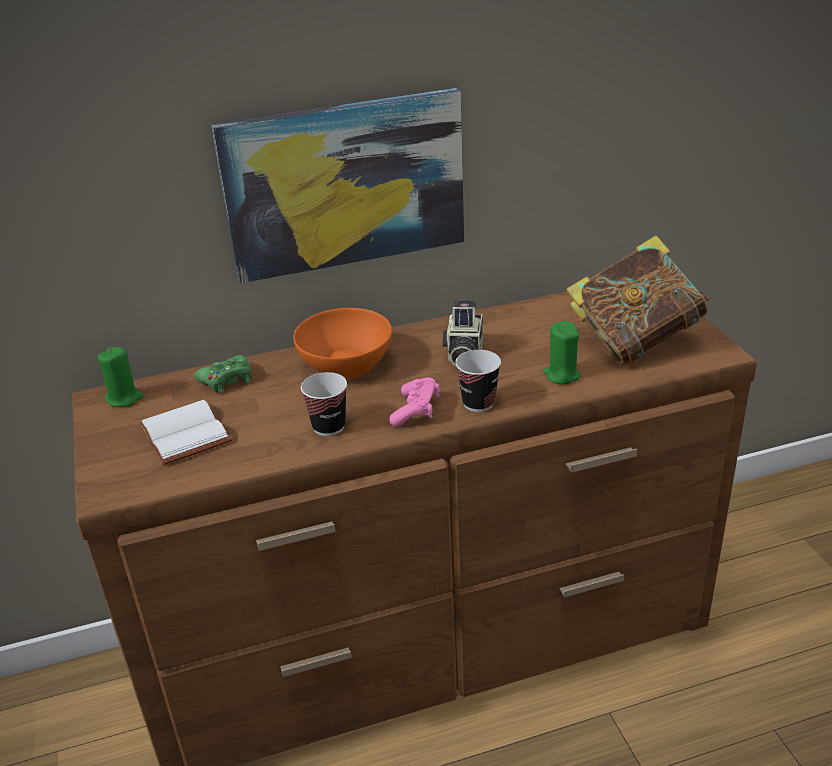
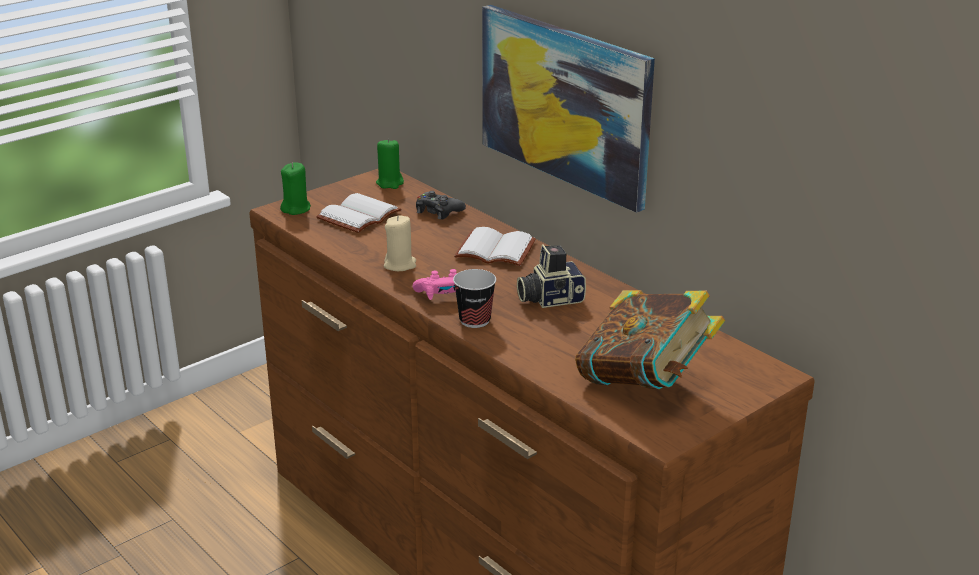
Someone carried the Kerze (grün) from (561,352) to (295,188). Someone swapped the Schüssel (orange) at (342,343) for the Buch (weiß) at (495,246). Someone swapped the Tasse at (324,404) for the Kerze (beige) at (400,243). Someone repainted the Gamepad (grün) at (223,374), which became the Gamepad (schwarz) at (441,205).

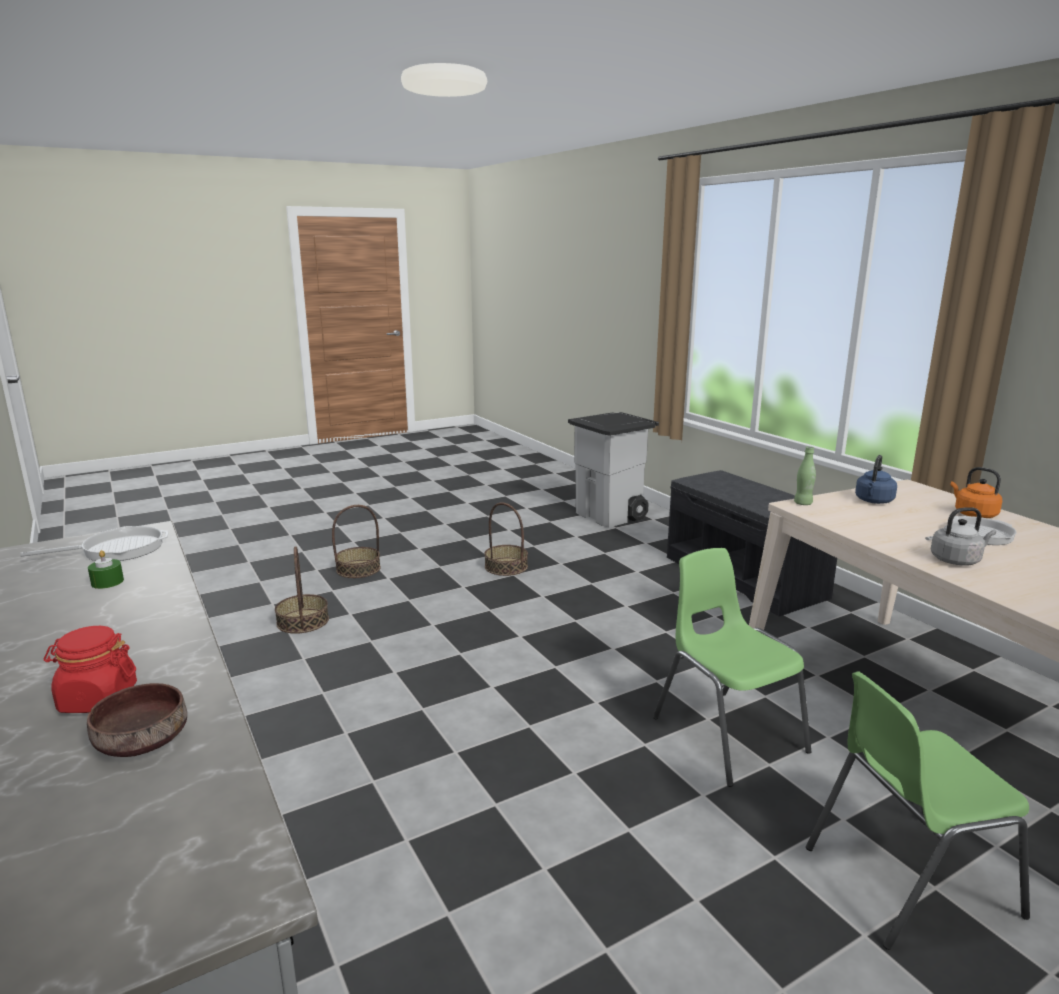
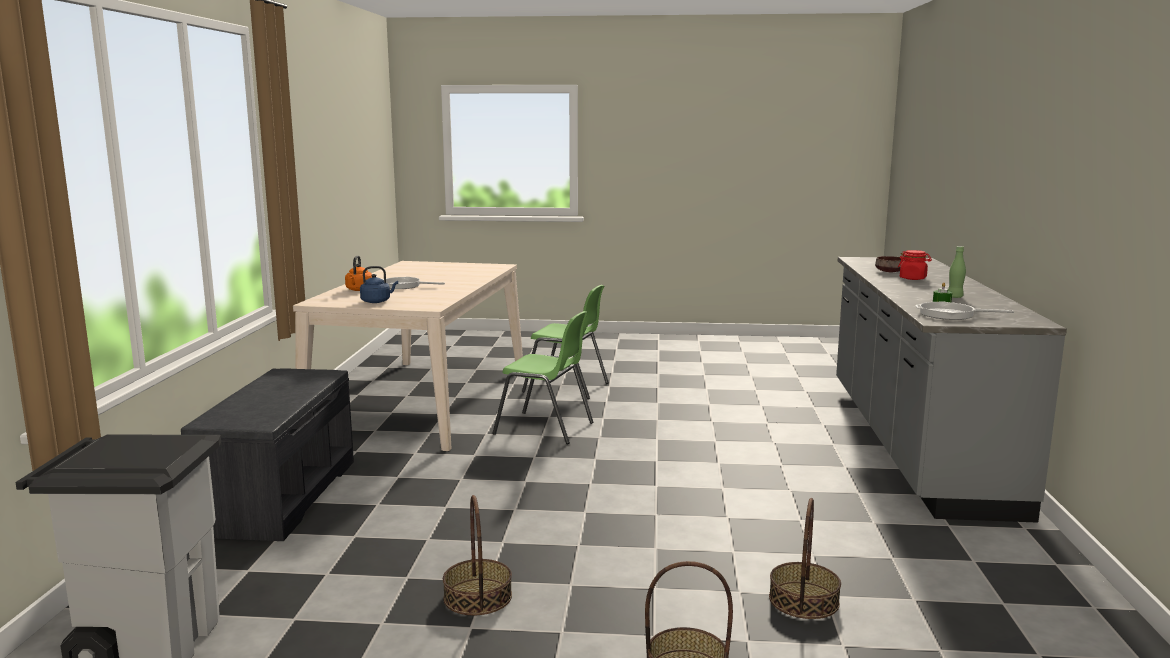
Someone took away the Wasserkessel (grau) at (963,536). Someone carried the Flasche (grün) from (805,475) to (957,272). Someone rotated the Stuhl (grün) at (732,667) by 75 degrees counterclockwise.

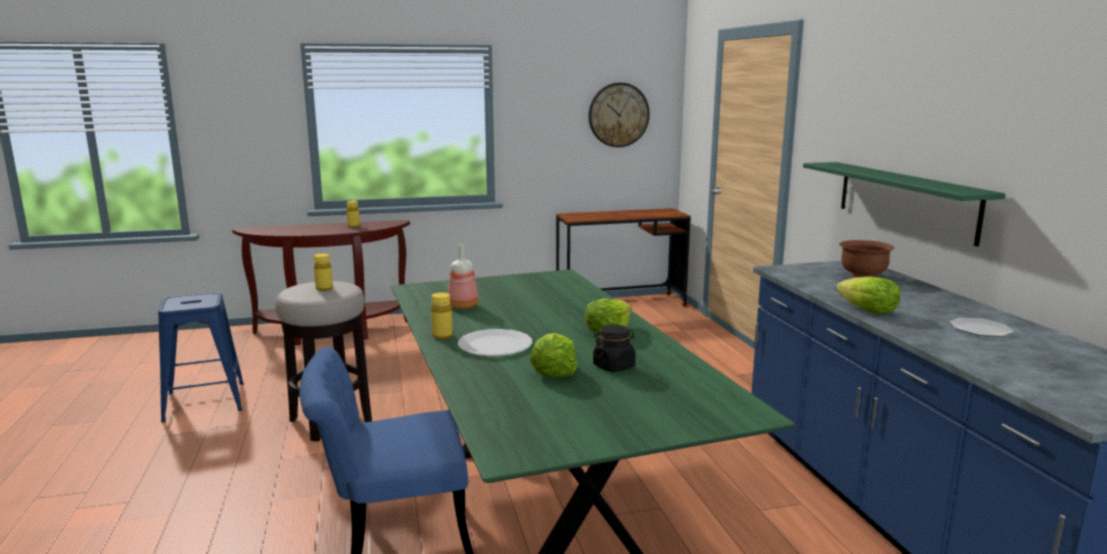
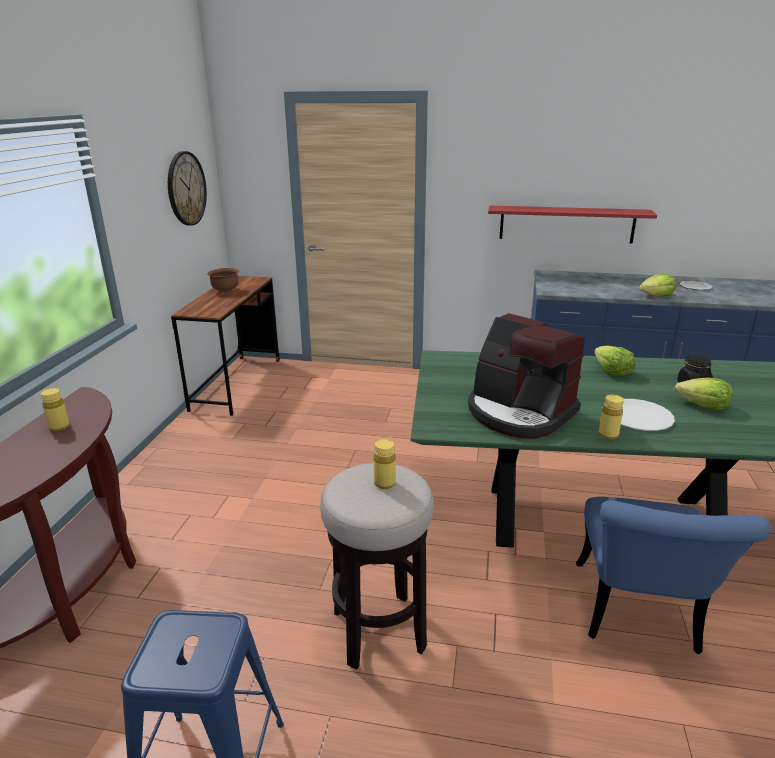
Someone carried the Schüssel (braun) from (866,259) to (223,280). Someone swapped the Flasche at (463,276) for the Kaffeemaschine at (526,376). Someone repainted the Wandregal (grün) at (904,204), which became the Wandregal (rot) at (572,224).

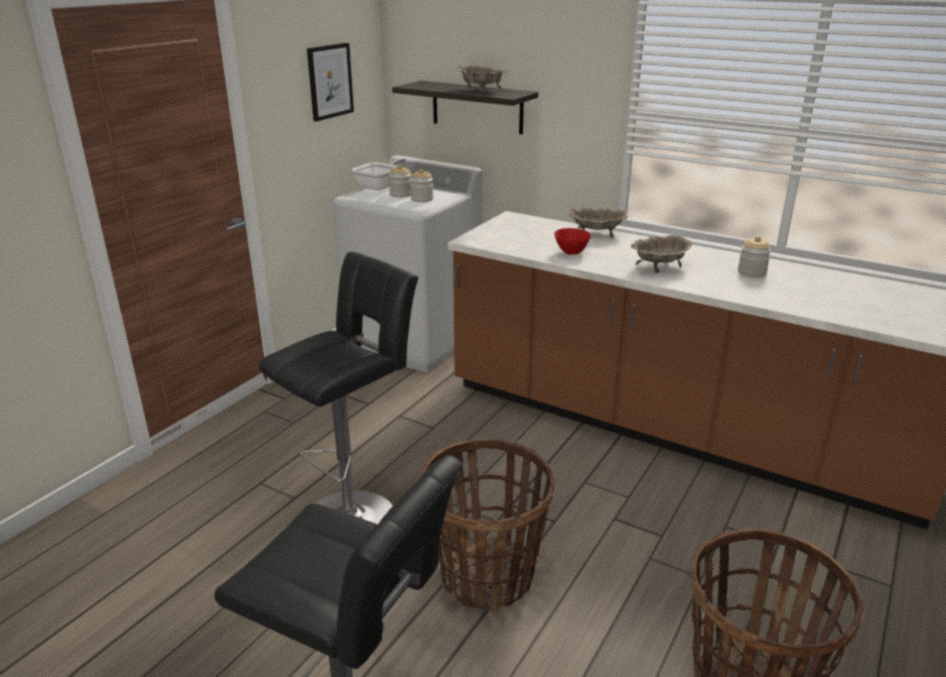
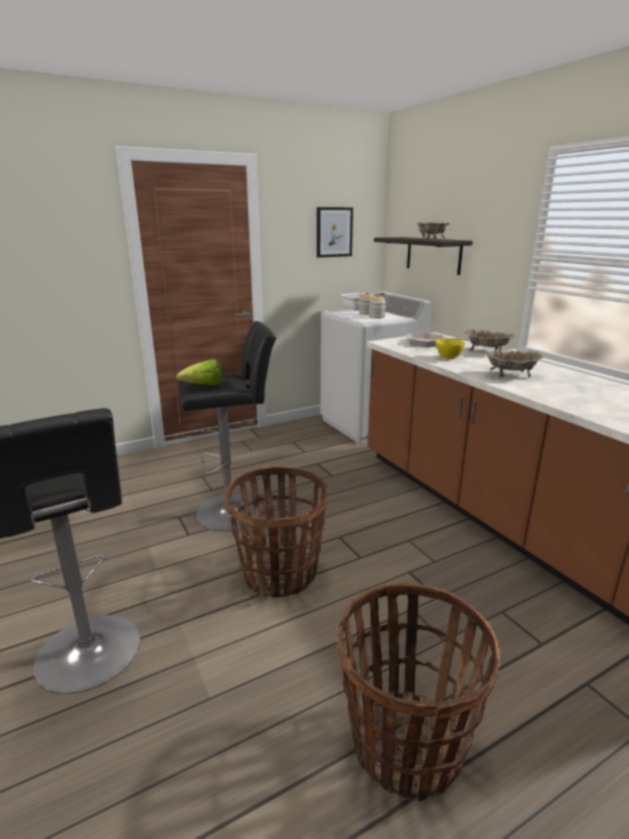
Someone took away the Vorratsglas at (754,256). Someone put down the Salatkopf at (199,372). Someone put down the Pfanne at (438,339). Someone repainted the Schüssel (rot) at (572,241), which became the Schüssel (gelb) at (450,348).

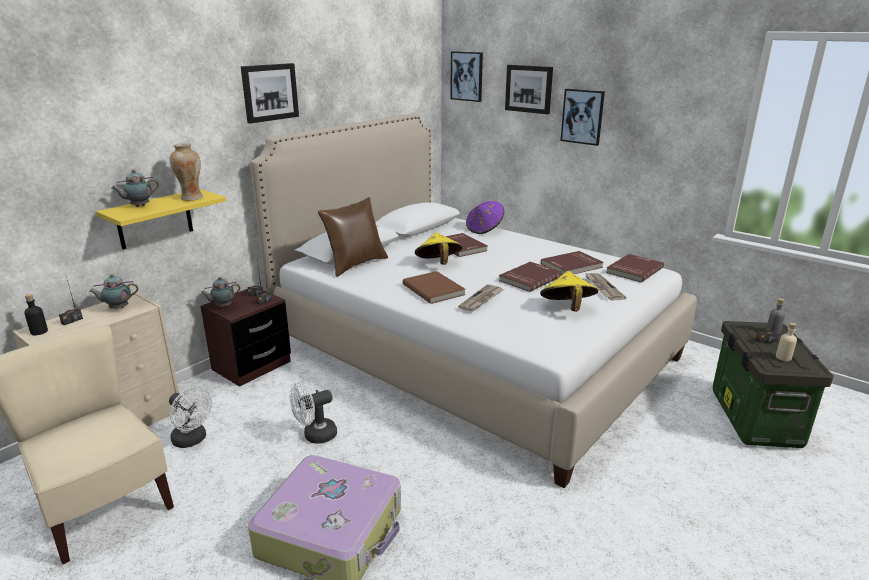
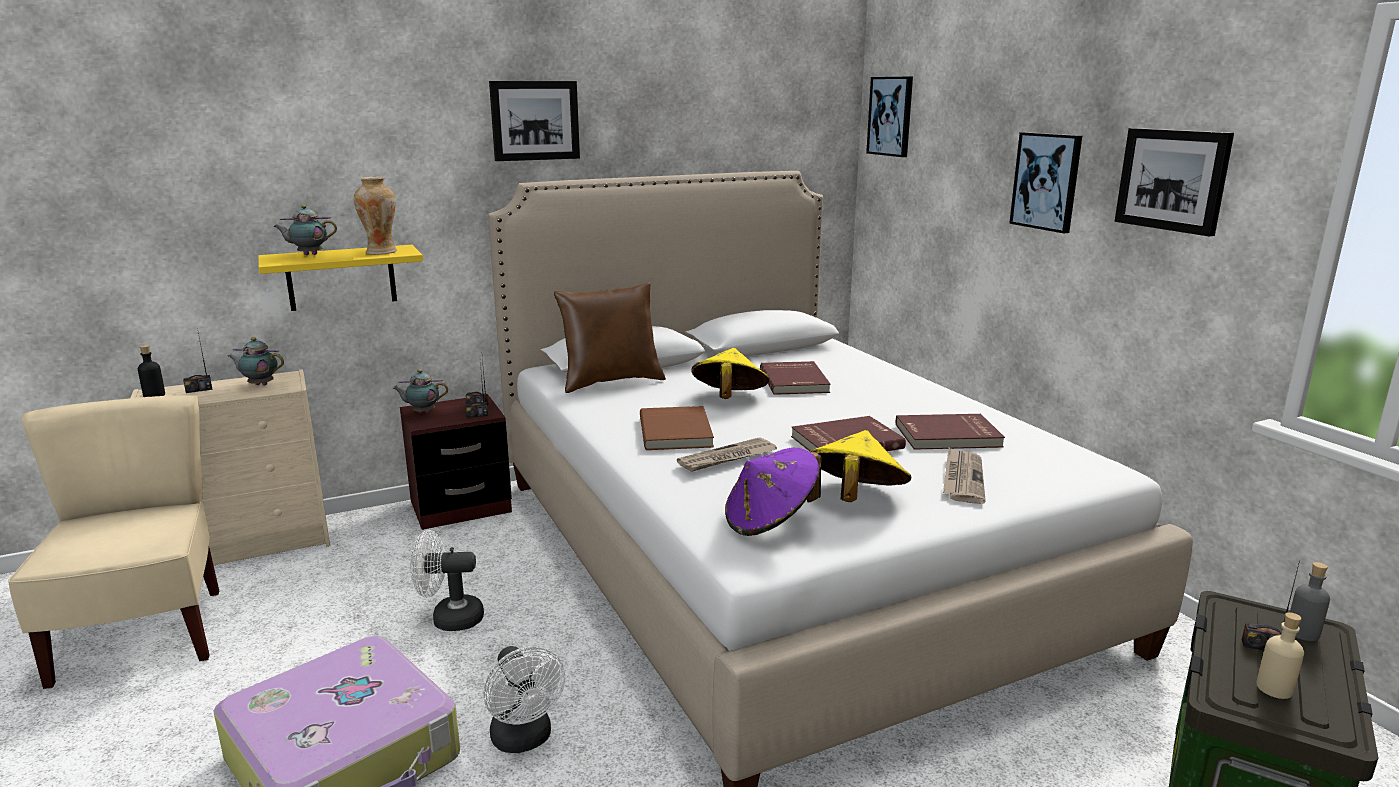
Someone took away the Buch (rot) at (635,268). Someone carried the Ventilator (weiß) from (190,417) to (524,699). Someone carried the Hut (lila) from (485,217) to (773,492). Someone carried the Bild from (529,89) to (1174,182).

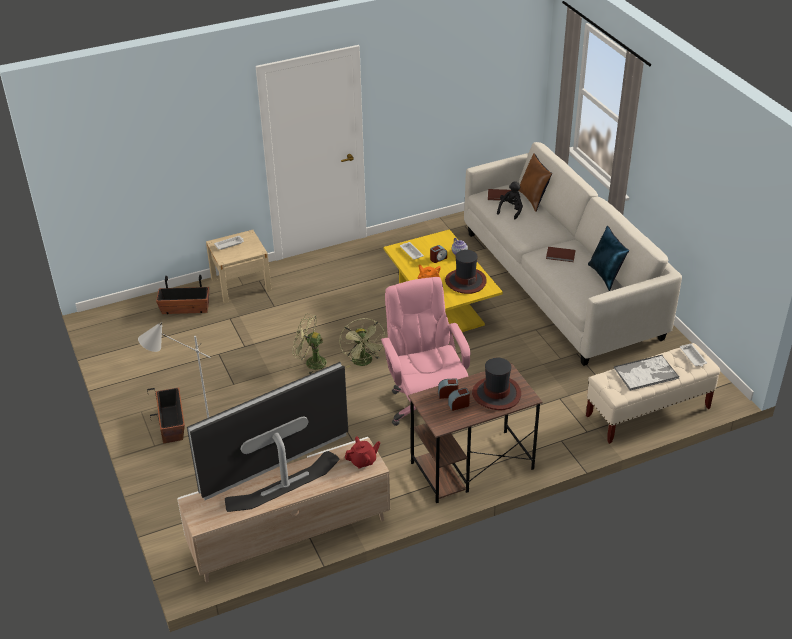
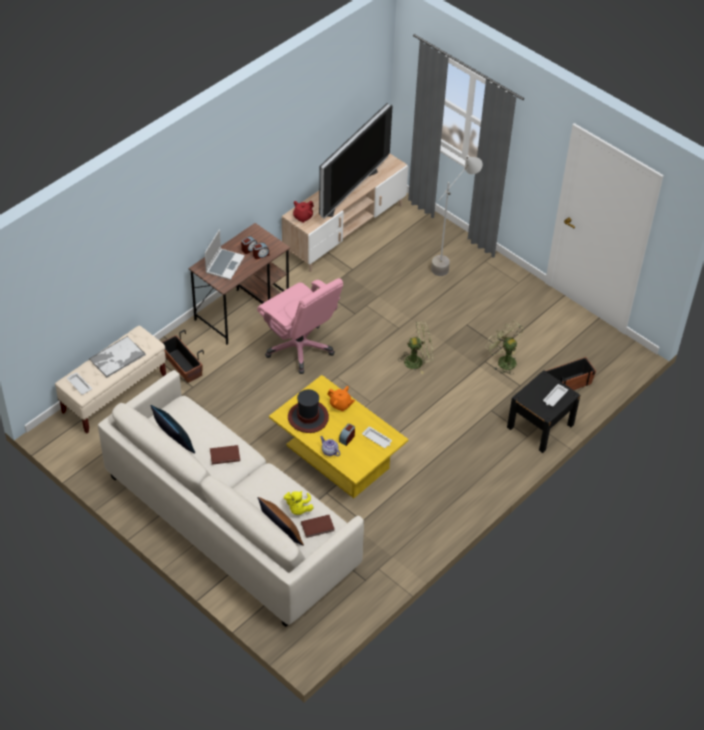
Someone carried the Pflanzkübel from (166,415) to (183,356). Someone carried the Ventilator (grün) from (362,343) to (505,348). Someone swapped the Hut at (496,384) for the Laptop at (225,254). Someone repainted the Nachttisch (beige) at (239,266), which became the Nachttisch (schwarz) at (543,411). Someone repainted the Plüschtier (schwarz) at (510,200), which became the Plüschtier (gelb) at (299,503).

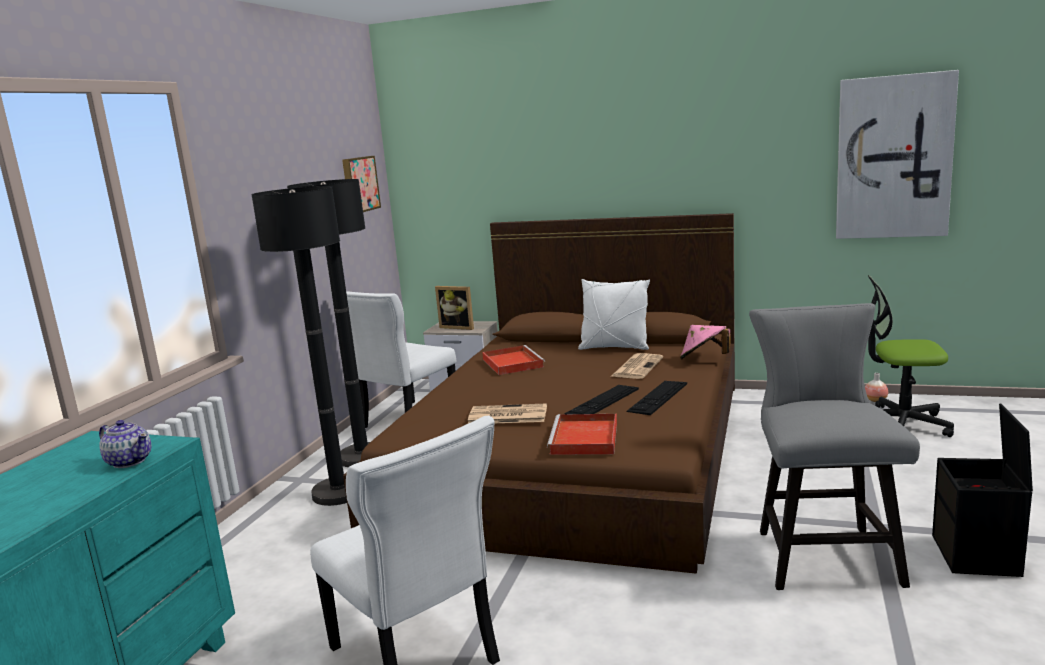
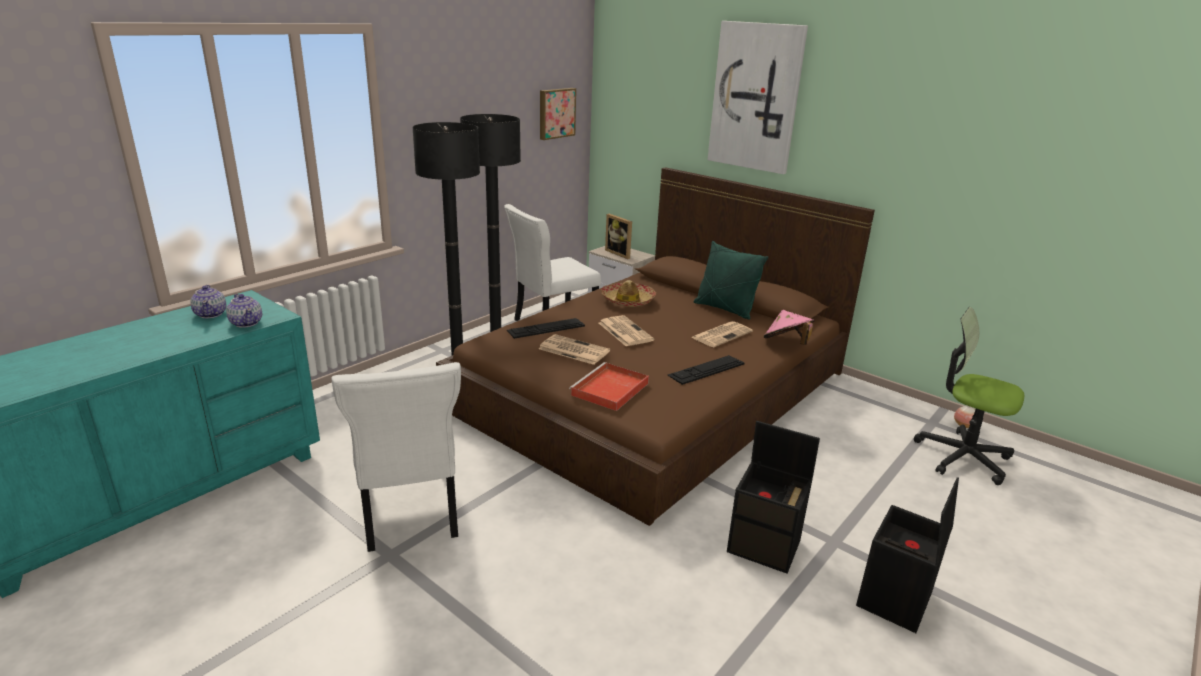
Someone put down the Teekanne at (208,301). Someone put down the Zeitung at (626,330). Someone carried the Tastatur from (601,399) to (546,328). Someone carried the Bild from (897,154) to (758,97). Someone swapped the Tablett (rot) at (513,360) for the Hut at (628,293). Someone swapped the Stuhl (grau) at (834,446) for the Aufbewahrungsbox (schwarz) at (773,497). Someone repainted the Kissen (weiß) at (614,314), which became the Kissen (grün) at (731,280).

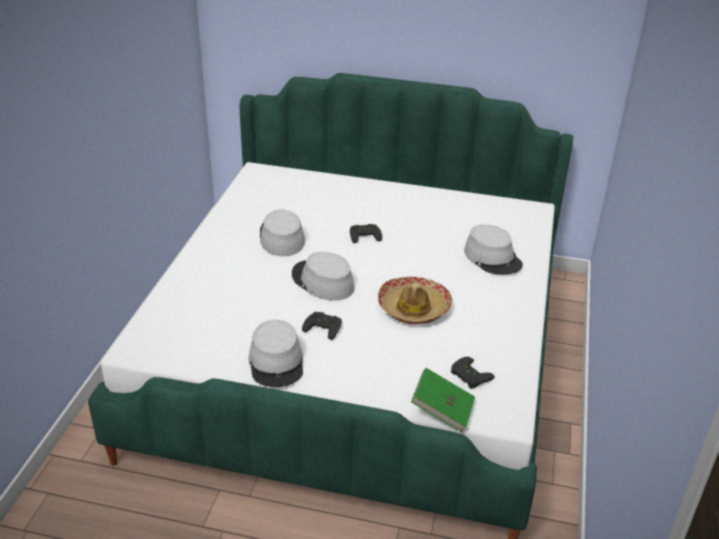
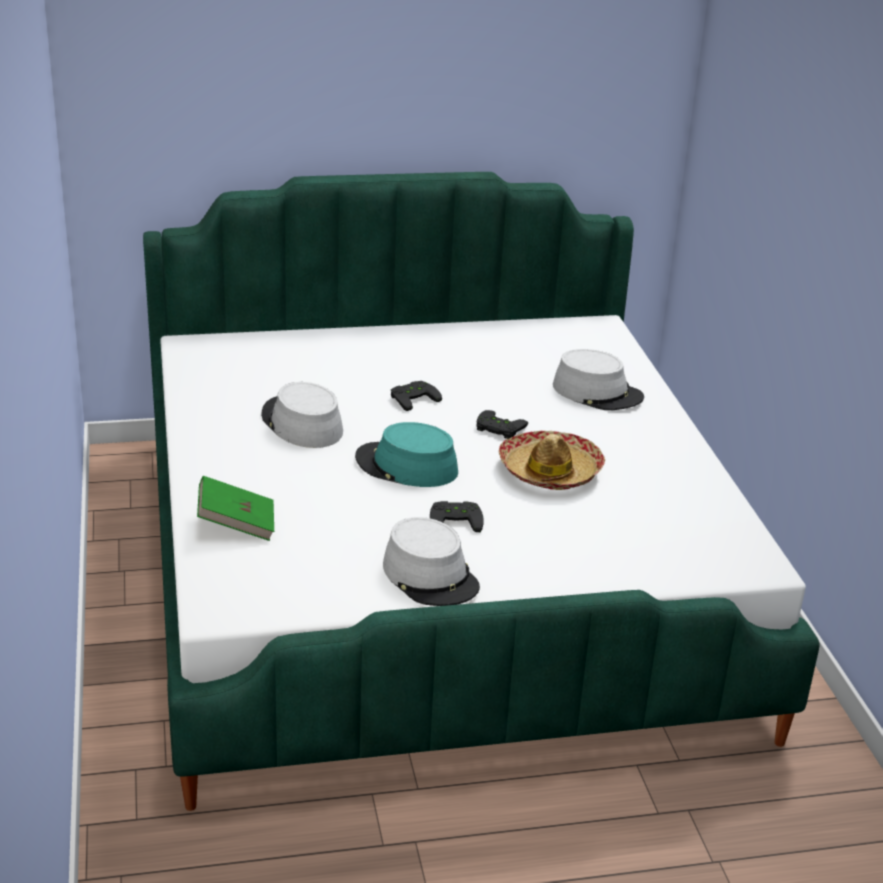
Someone carried the Buch (grün) from (443,400) to (235,508). Someone carried the Gamepad (schwarz) from (473,373) to (502,424). Someone repainted the Hut (grau) at (323,276), which became the Hut (türkis) at (406,454).

